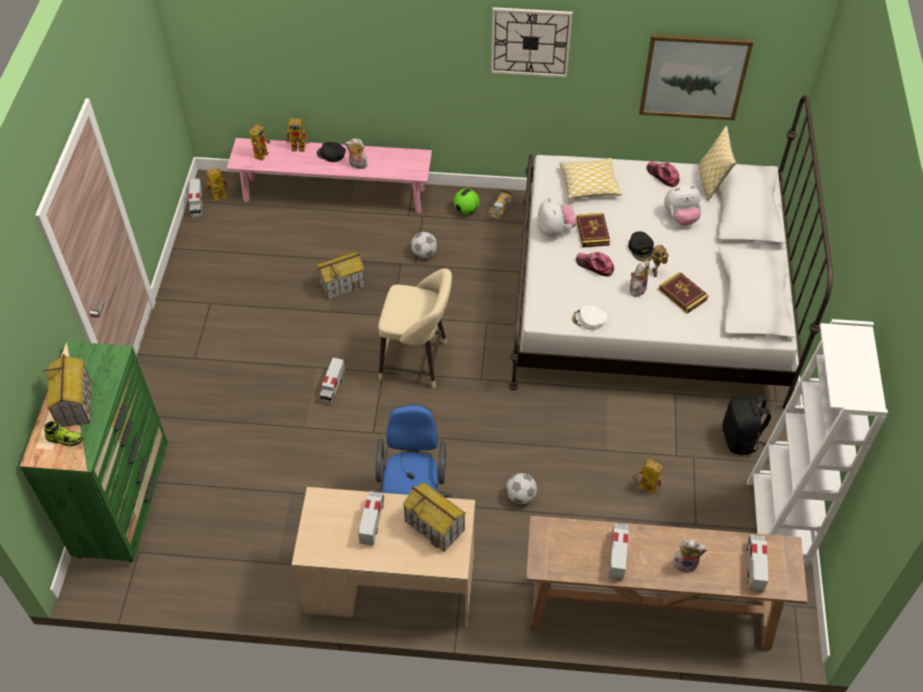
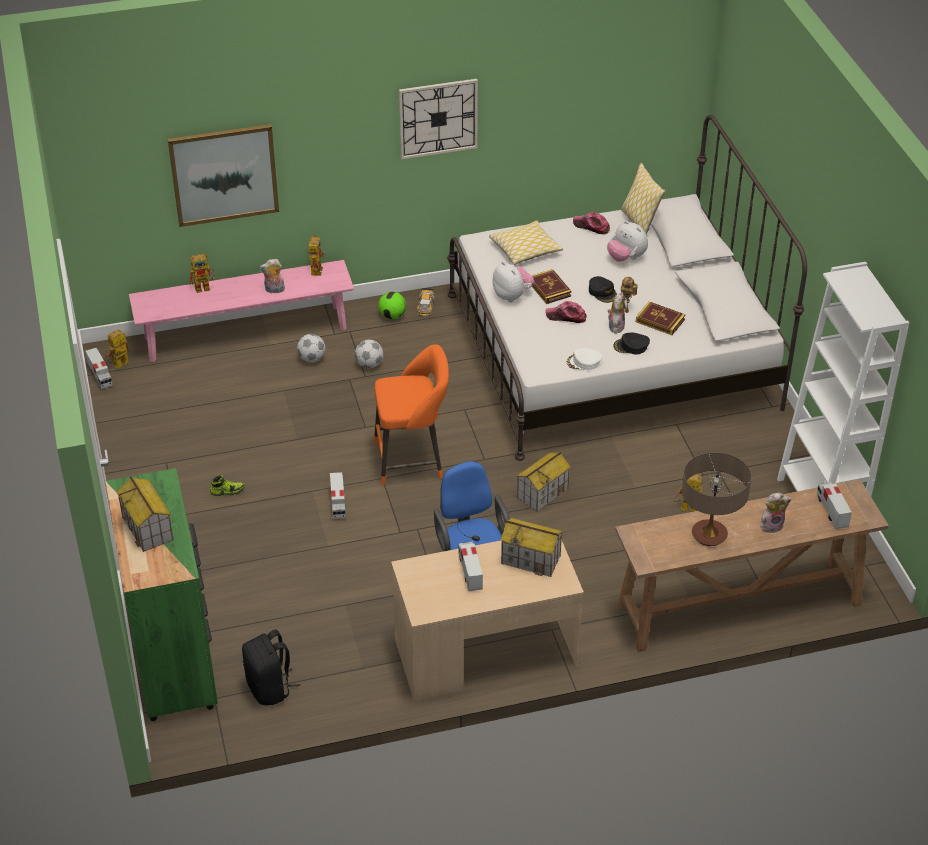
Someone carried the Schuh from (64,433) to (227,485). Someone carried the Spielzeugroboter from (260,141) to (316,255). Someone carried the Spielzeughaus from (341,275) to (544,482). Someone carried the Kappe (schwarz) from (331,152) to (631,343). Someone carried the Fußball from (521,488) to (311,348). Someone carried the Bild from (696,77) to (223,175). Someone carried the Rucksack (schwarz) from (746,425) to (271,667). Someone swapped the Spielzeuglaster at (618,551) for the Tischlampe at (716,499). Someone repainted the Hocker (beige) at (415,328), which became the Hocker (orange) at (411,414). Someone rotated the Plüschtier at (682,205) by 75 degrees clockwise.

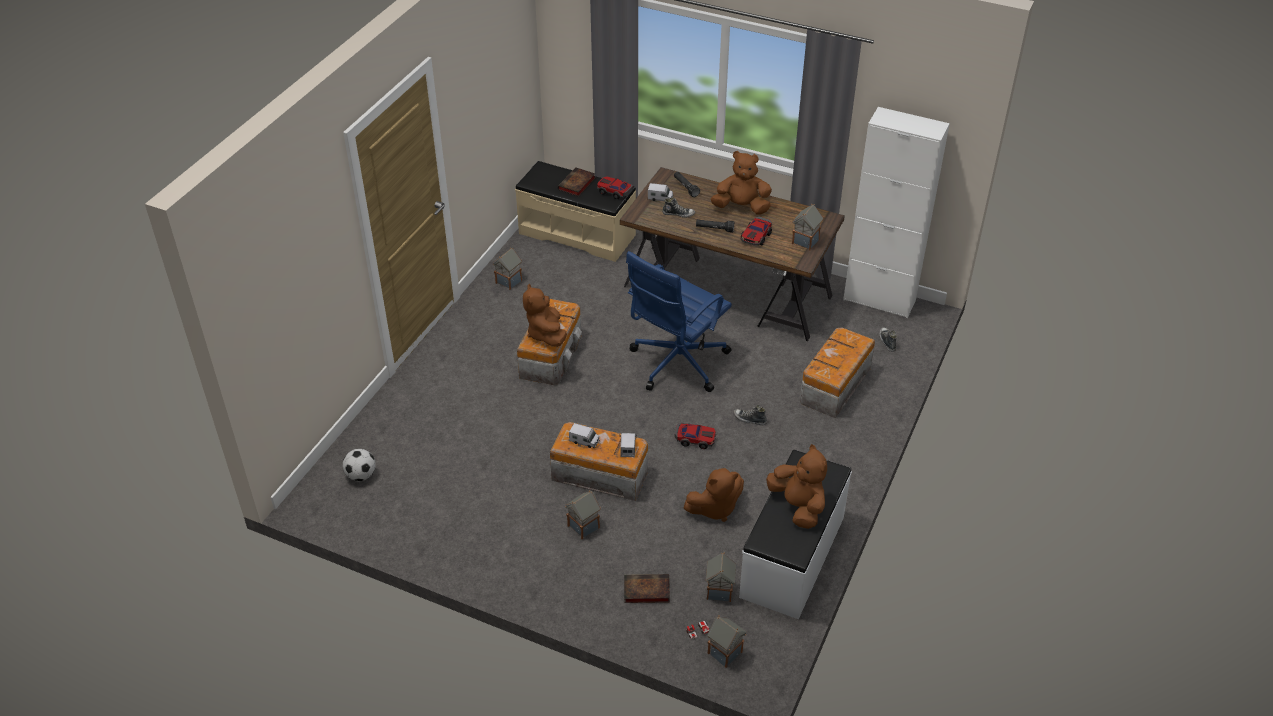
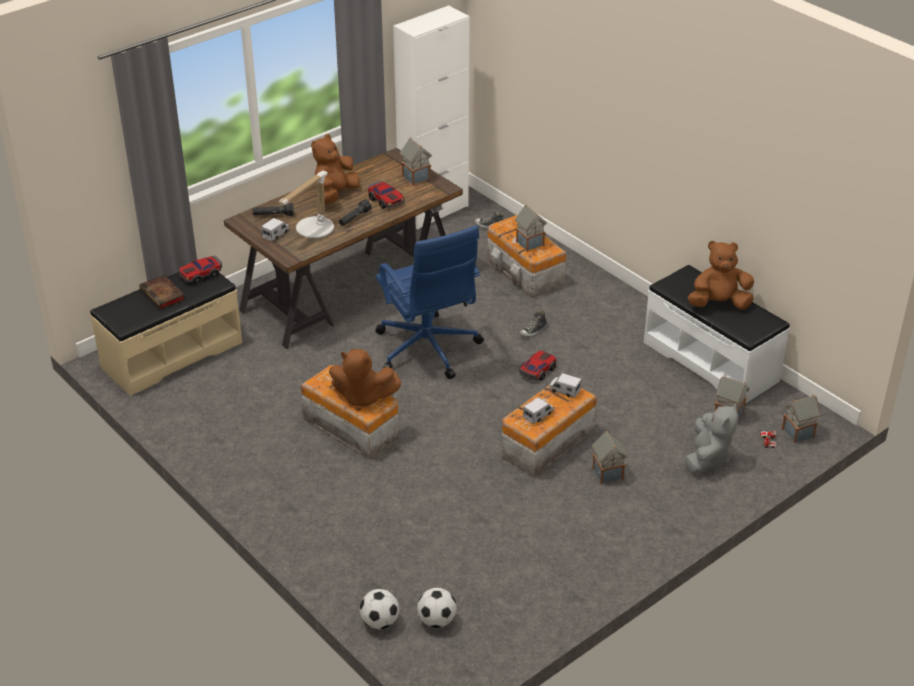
Someone took away the Plüschtier (braun) at (714,495). Someone put down the Fußball at (379,609). Someone carried the Spielzeughaus from (507,268) to (531,228). Someone swapped the Buch at (647,588) for the Plüschtier (grau) at (711,438). Someone swapped the Schuh at (678,207) for the Tischlampe at (306,204).

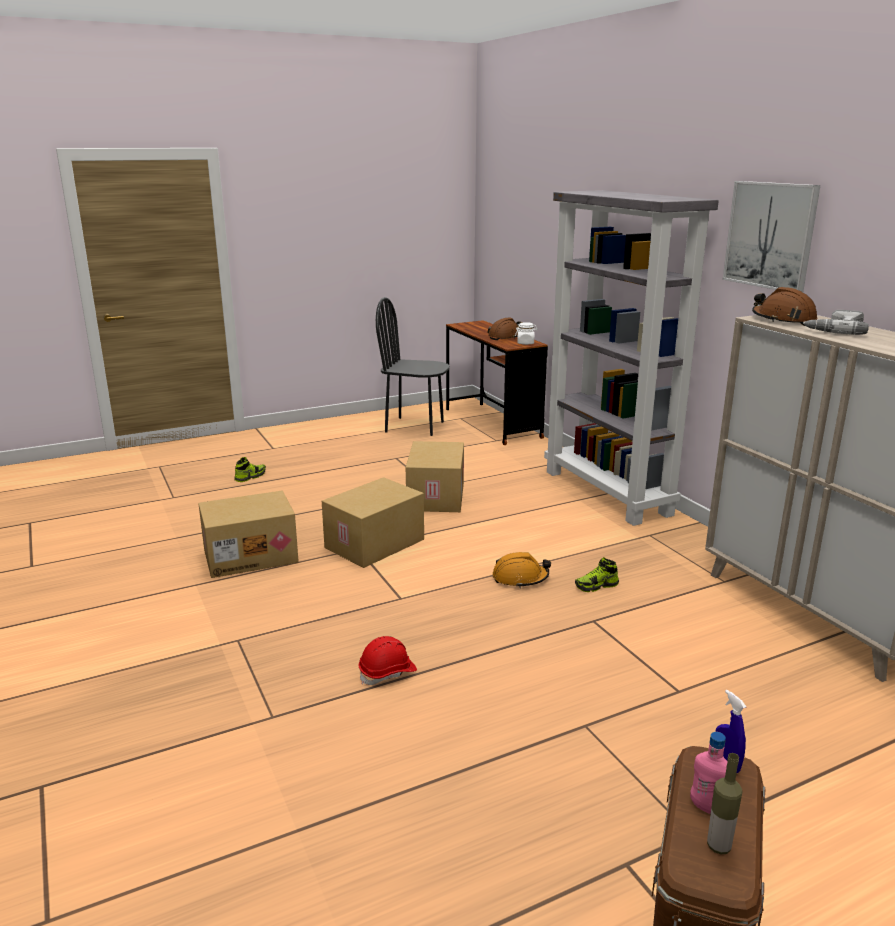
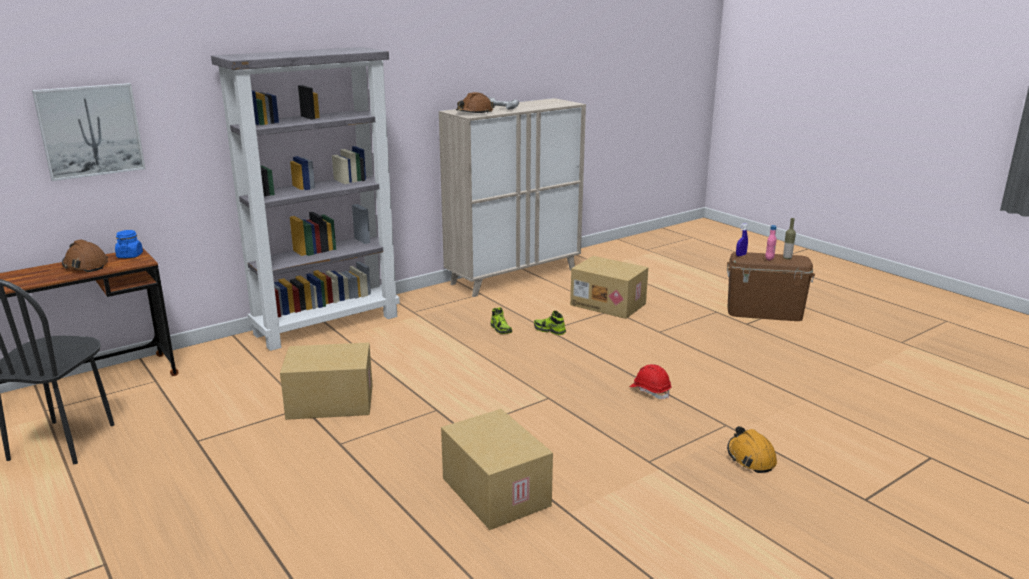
Someone carried the Schuh from (250,469) to (550,323). Someone carried the Karton from (373,522) to (609,287). Someone carried the Schutzhelm (orange) from (521,570) to (752,449). Someone carried the Bild from (771,236) to (88,132). Someone repainted the Vorratsglas (weiß) at (526,333), which became the Vorratsglas (blau) at (129,244).

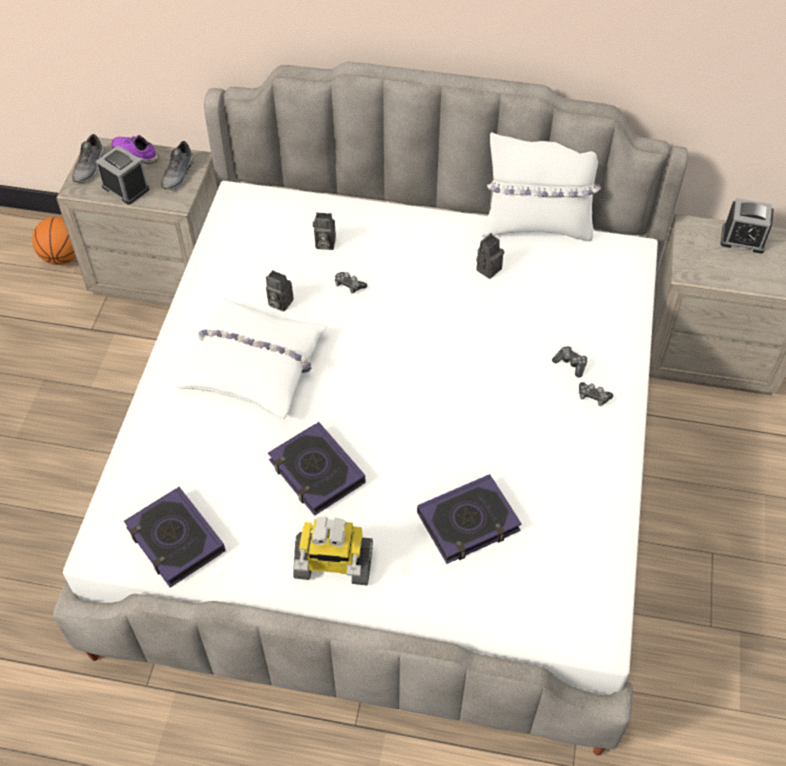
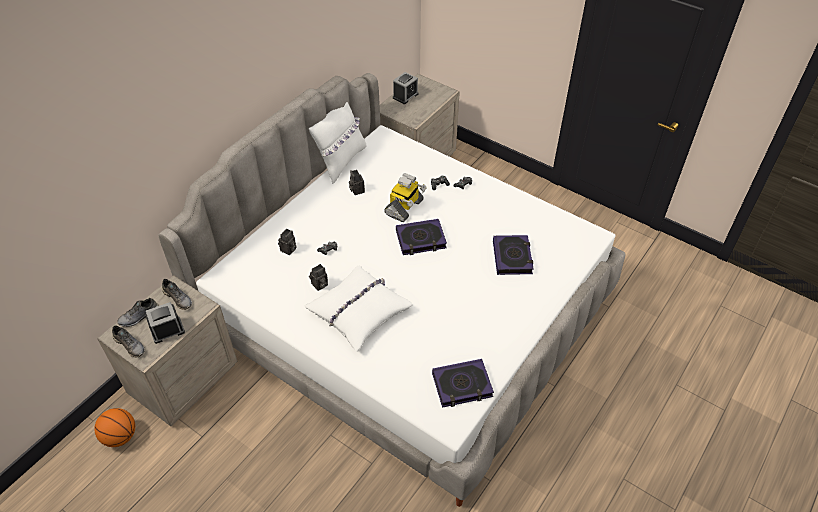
Someone carried the Buch from (317,469) to (421,237). Someone carried the Spielzeugroboter from (333,551) to (405,197). Someone repainted the Schuh (lila) at (135,149), which became the Schuh (grau) at (138,312).

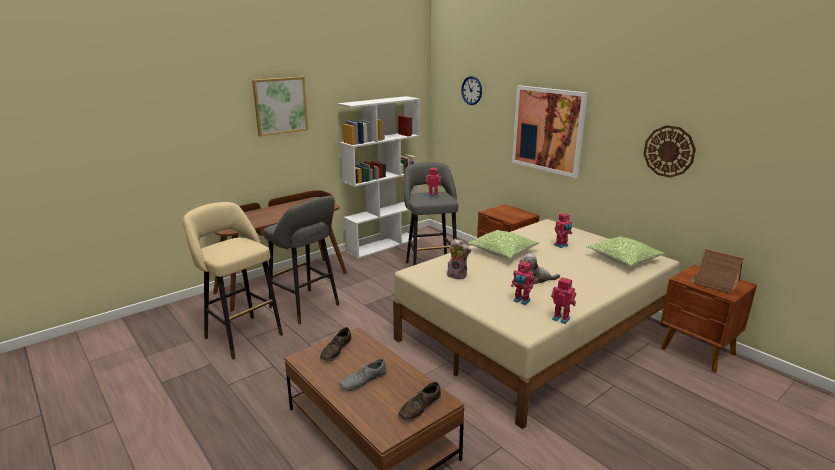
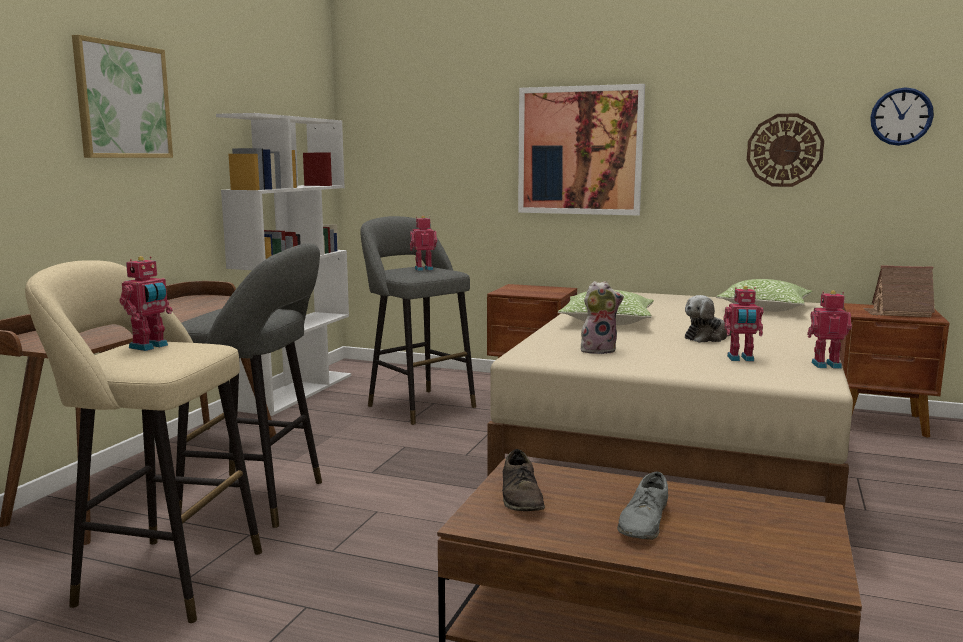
Someone took away the Schuh (braun) at (419,401). Someone carried the Wanduhr from (471,90) to (902,116). Someone carried the Spielzeugroboter from (563,230) to (146,303).

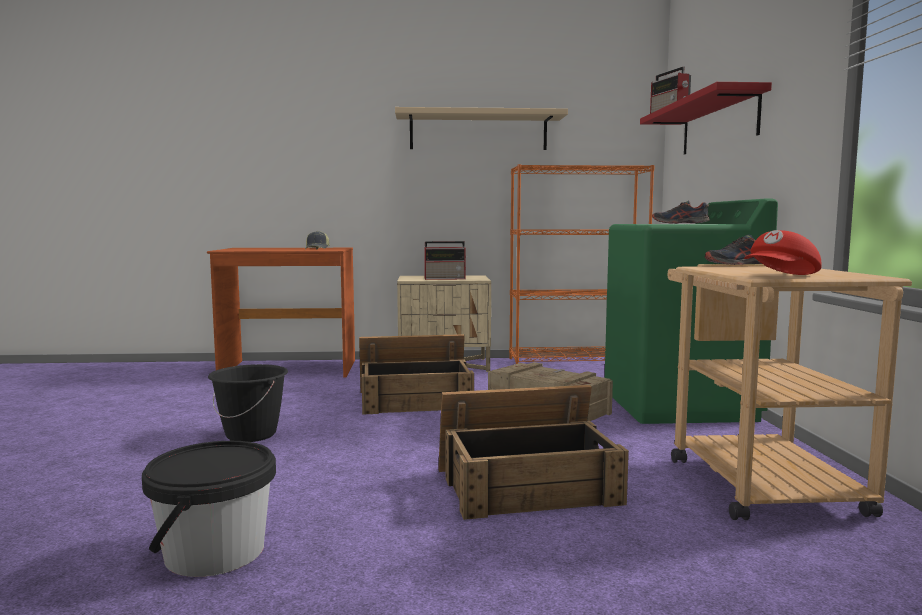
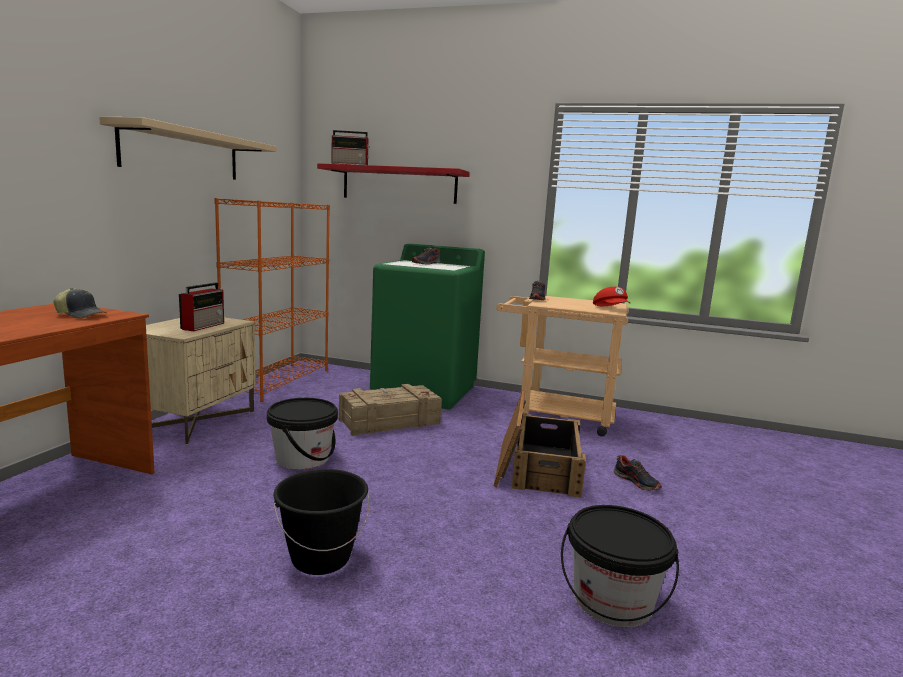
Someone put down the Schuh at (638,473). Someone swapped the Kiste at (416,374) for the Eimer (schwarz) at (302,433).

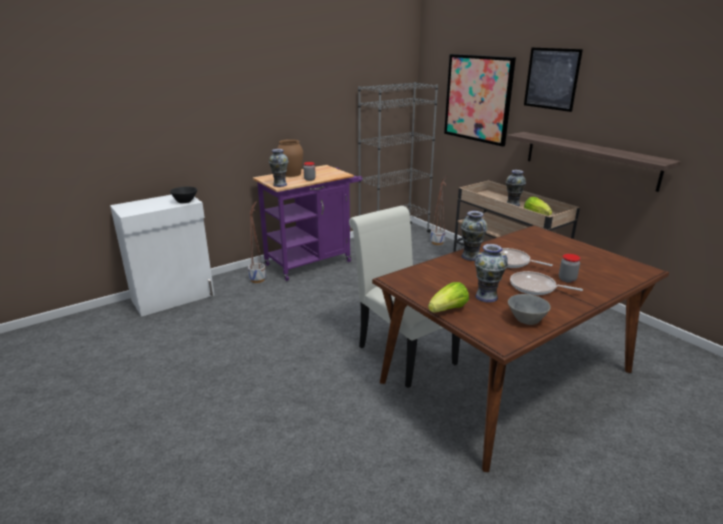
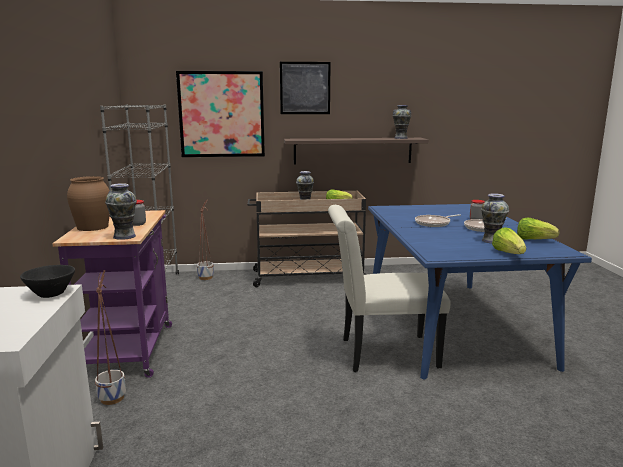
Someone carried the Vase from (474,236) to (401,122). Someone swapped the Schüssel (grau) at (529,309) for the Salatkopf at (538,228). Someone repainted the Esstisch (braun) at (520,348), which became the Esstisch (blau) at (480,292).

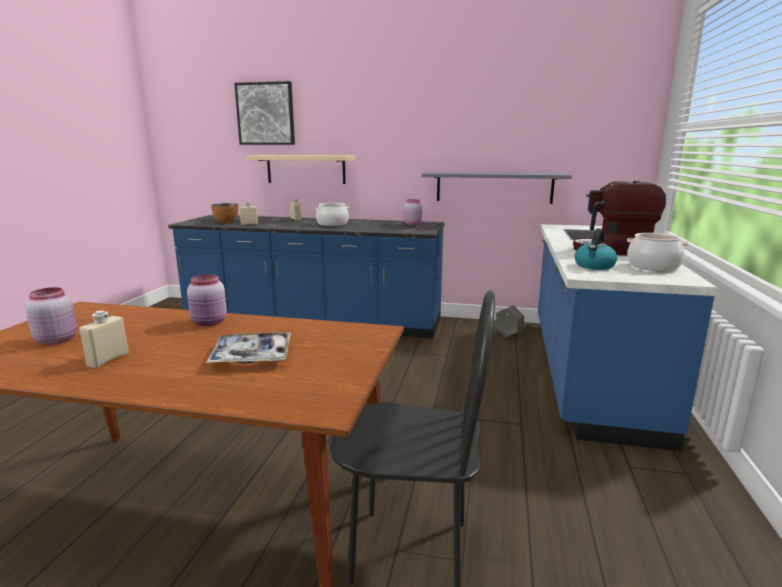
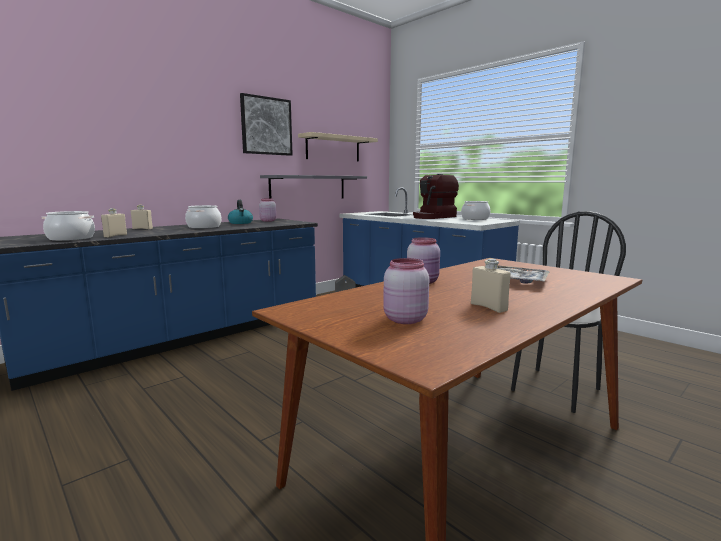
Someone carried the Bild from (264,113) to (266,124). Someone carried the Wandregal (beige) from (300,169) to (338,146). Someone carried the Wasserkessel from (596,249) to (240,212). Someone swapped the Schüssel at (224,213) for the Kochtopf at (68,226).

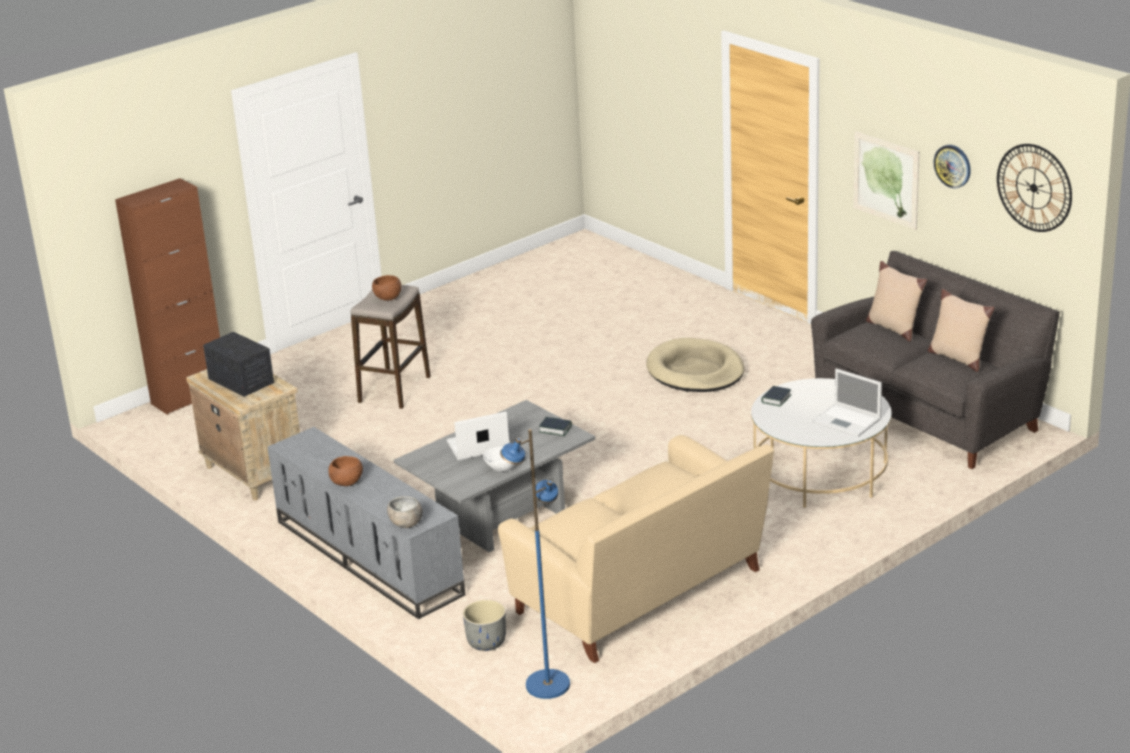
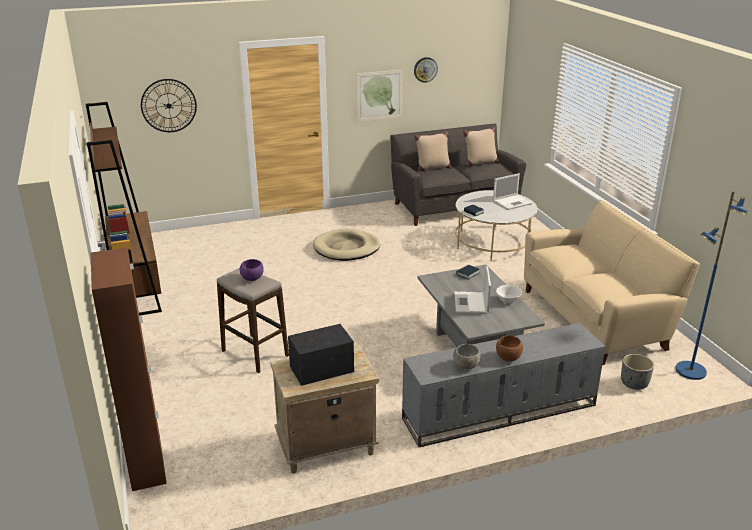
Someone put down the Bücherregal (braun) at (124,209). Someone carried the Schüssel (grau) from (405,512) to (467,356). Someone carried the Wanduhr from (1034,188) to (169,105). Someone repainted the Schüssel (braun) at (386,288), which became the Schüssel (lila) at (252,270).

